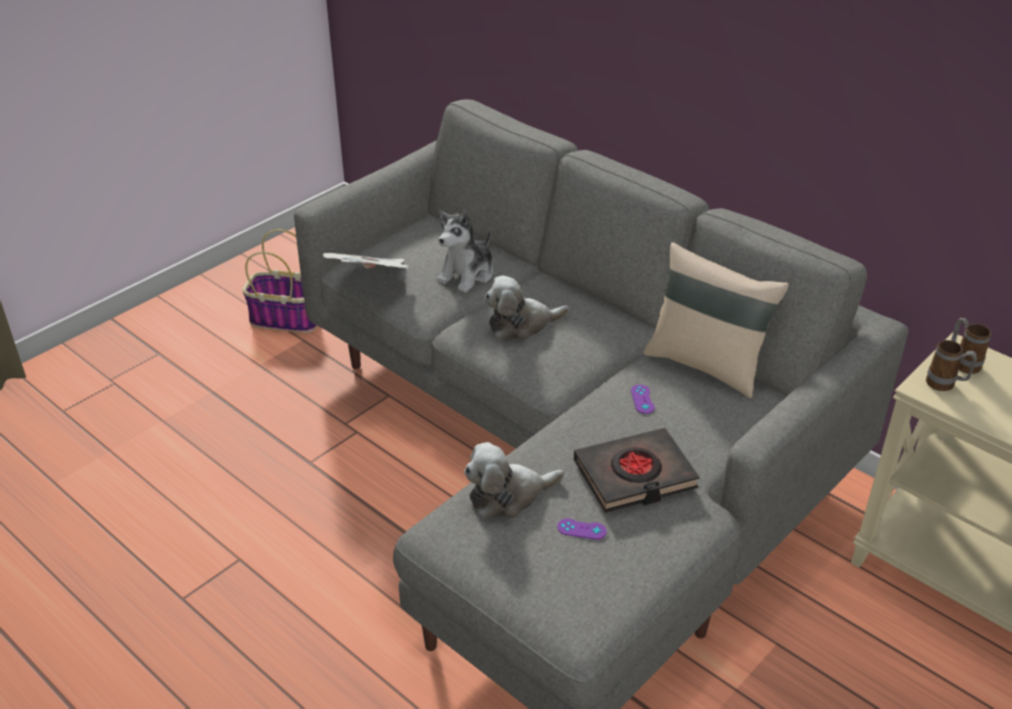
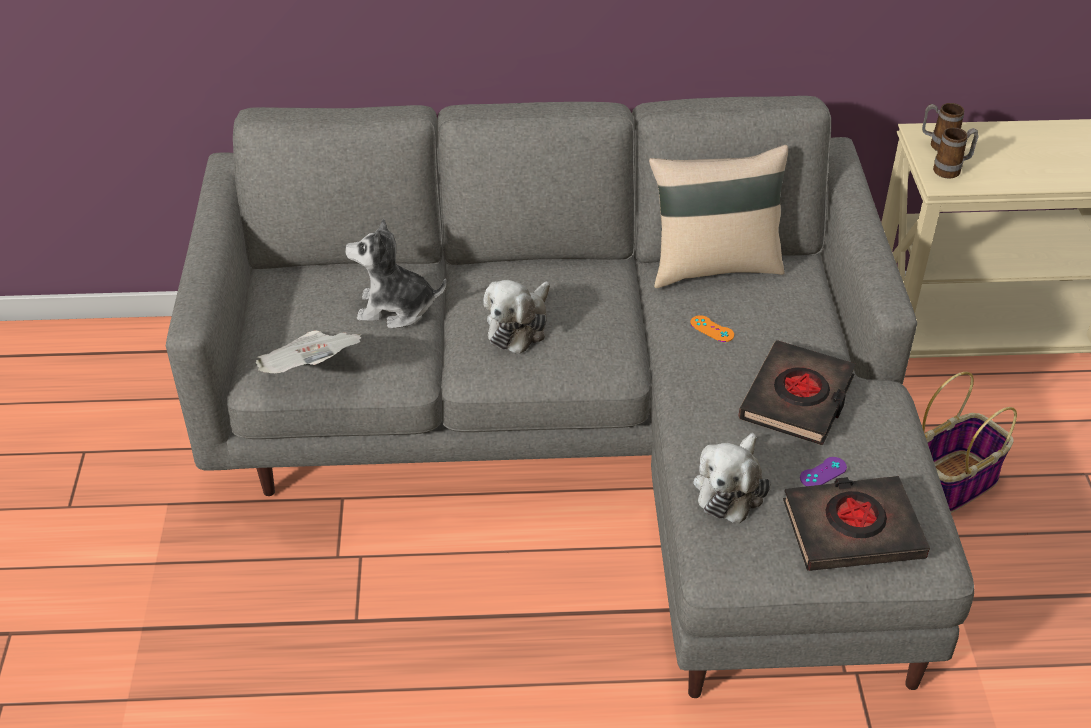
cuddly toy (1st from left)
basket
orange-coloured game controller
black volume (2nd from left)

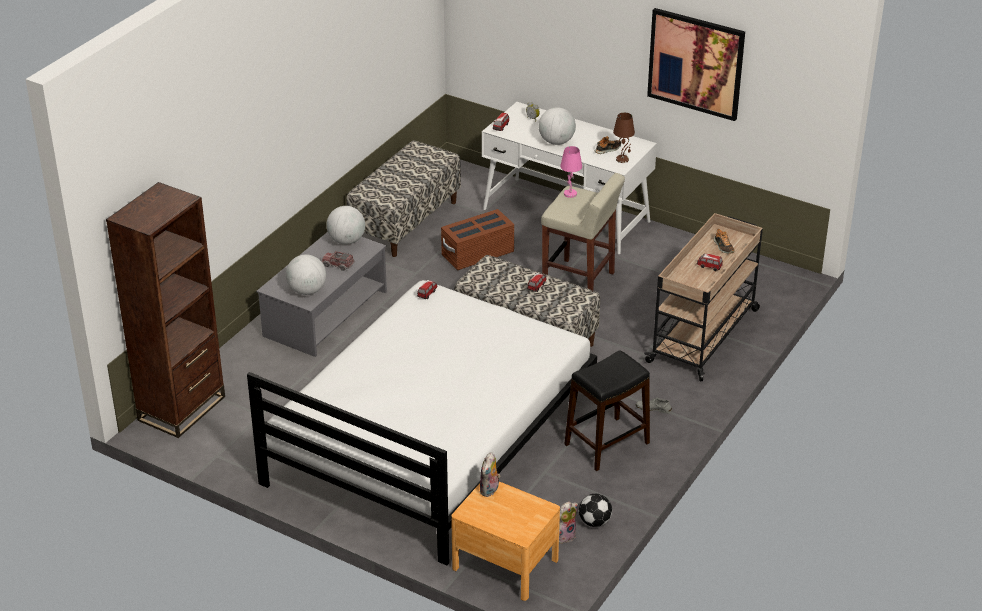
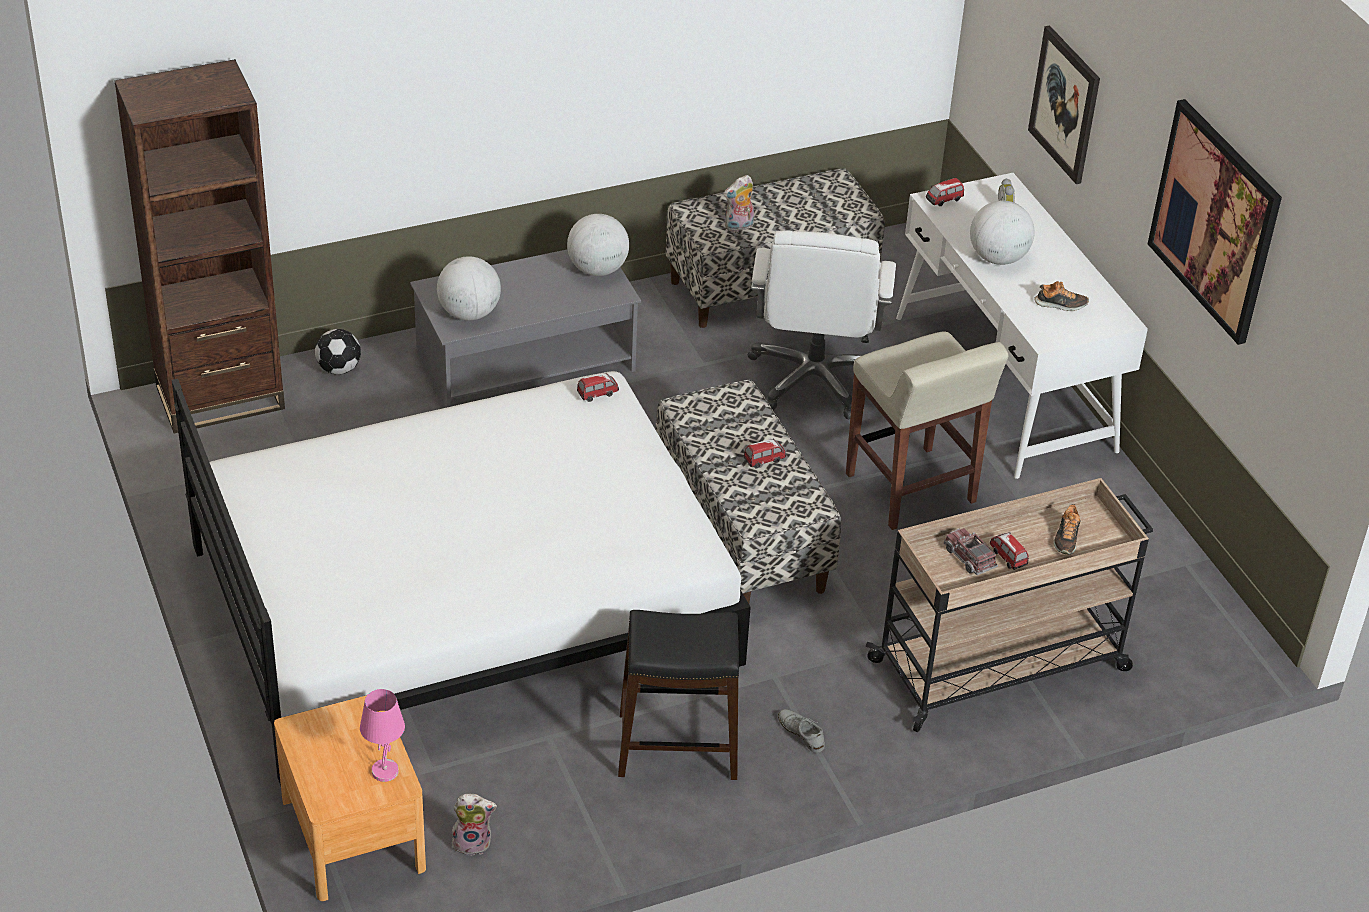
brown tabletop lamp
pink tabletop lamp
white-coloured desk chair
model truck
cuddly toy (2nd from left)
ball for football
wall picture (1st from left)

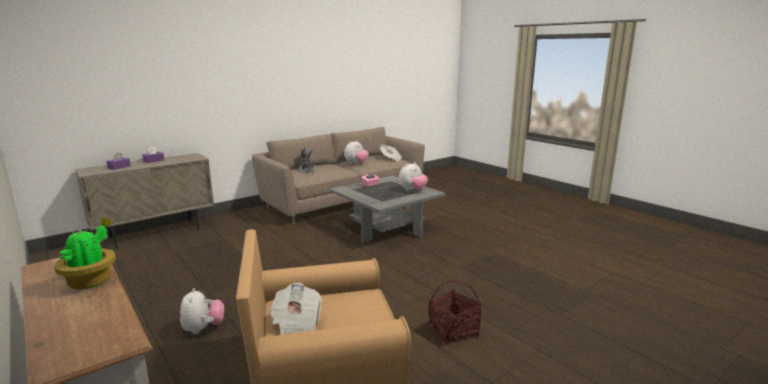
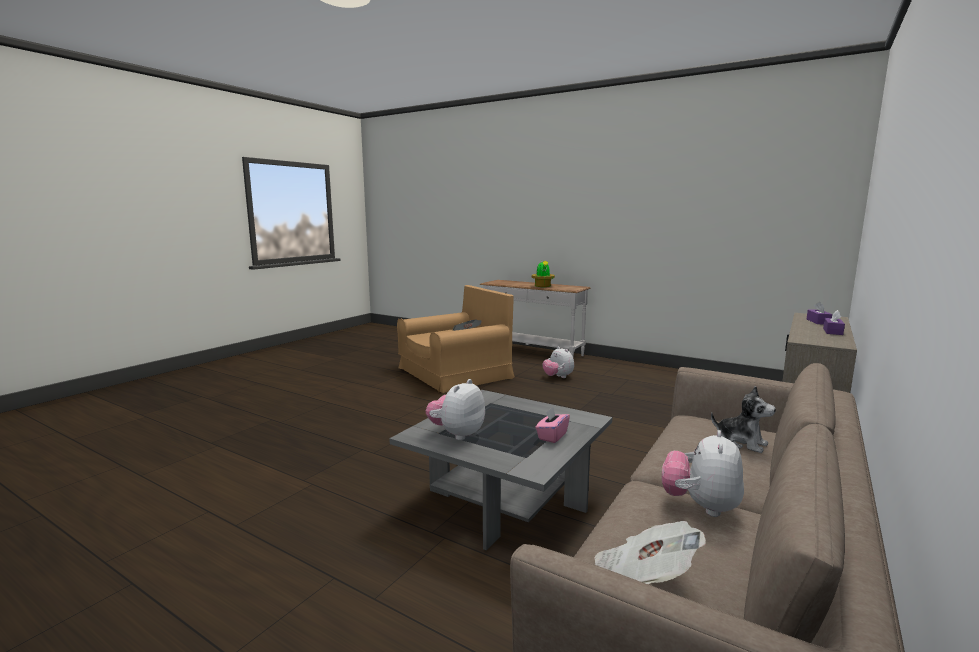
basket

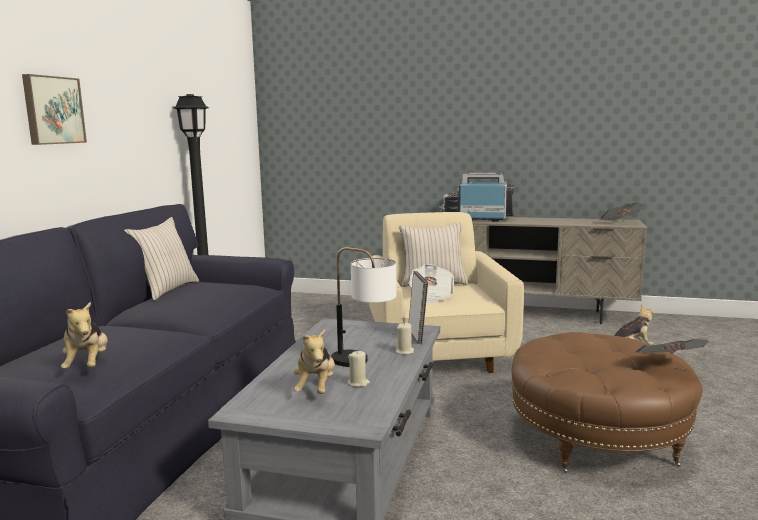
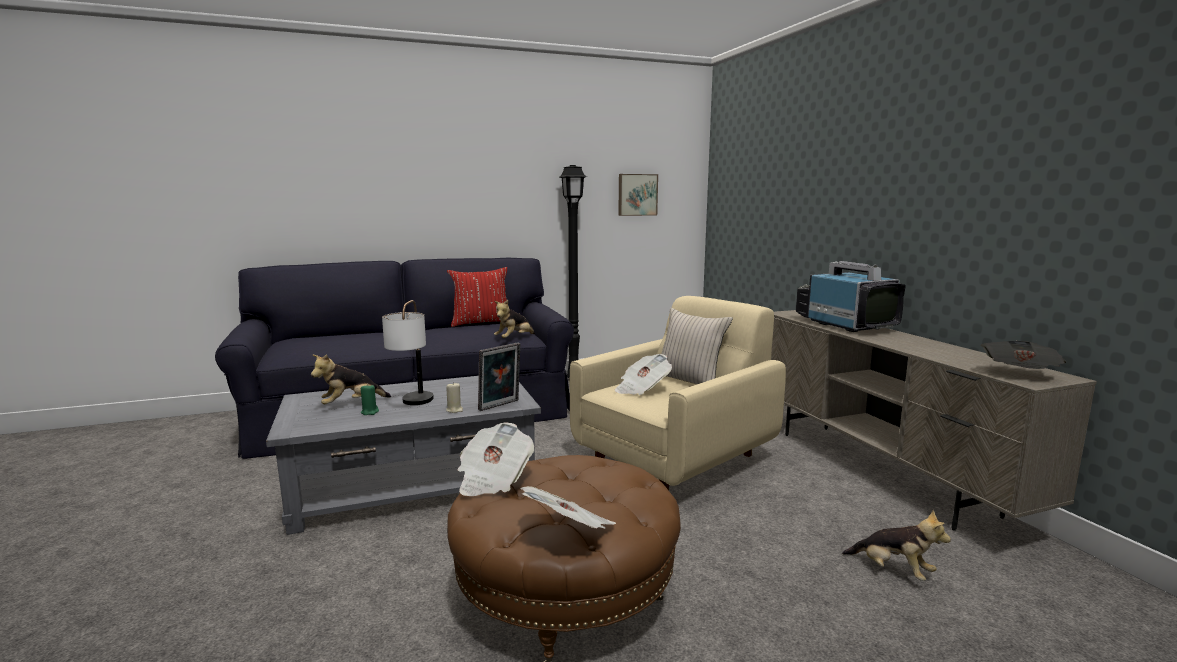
wall picture
red-coloured pillow
cuddly toy (2nd from left)
green-coloured wax candle
printed paper (1st from left)

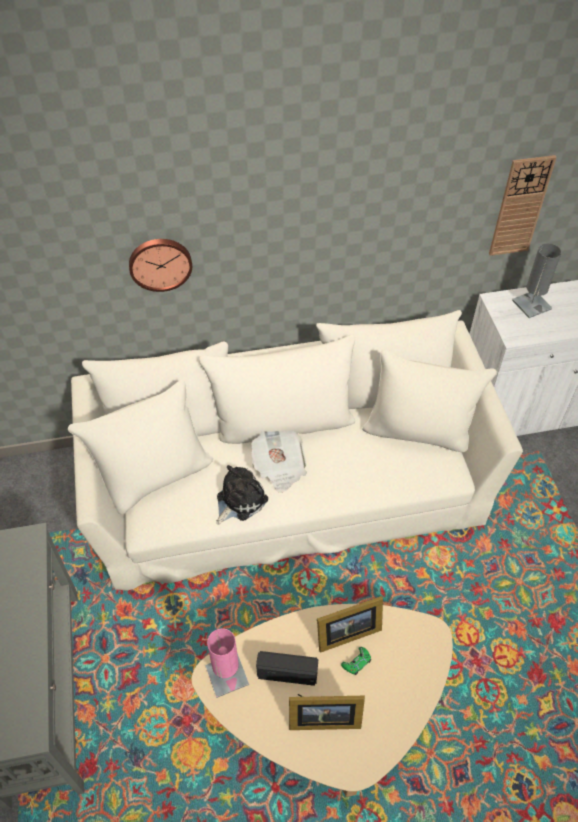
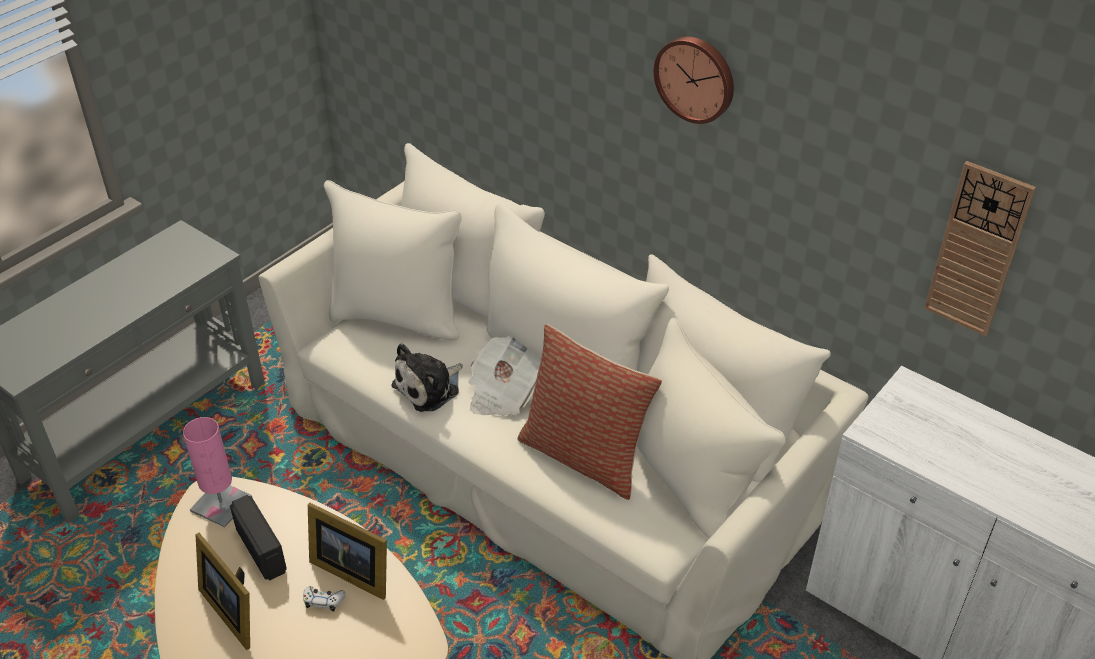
clock on the wall (1st from left)
grey tabletop lamp
cuddly toy
white-coloured game controller
pillow

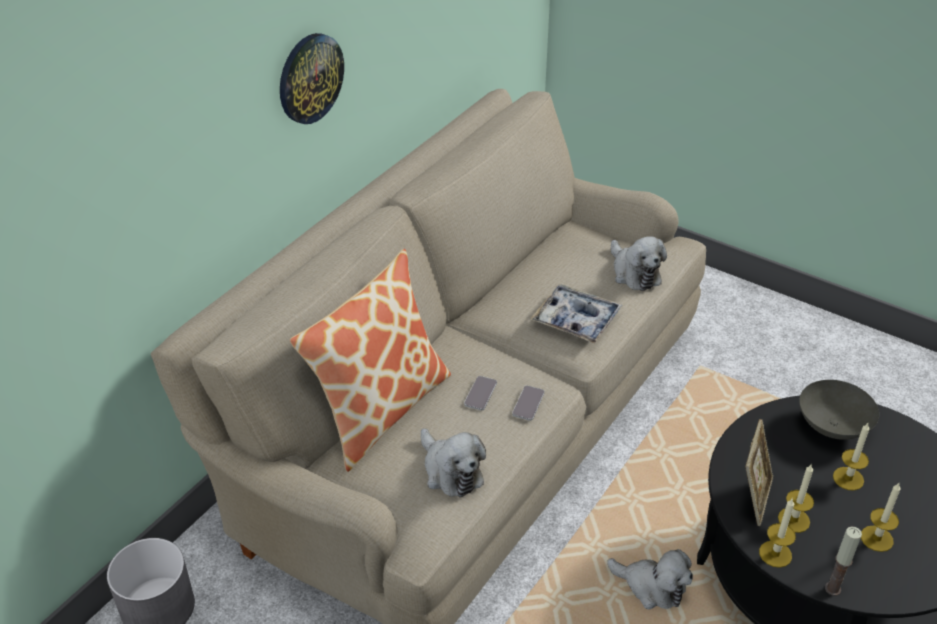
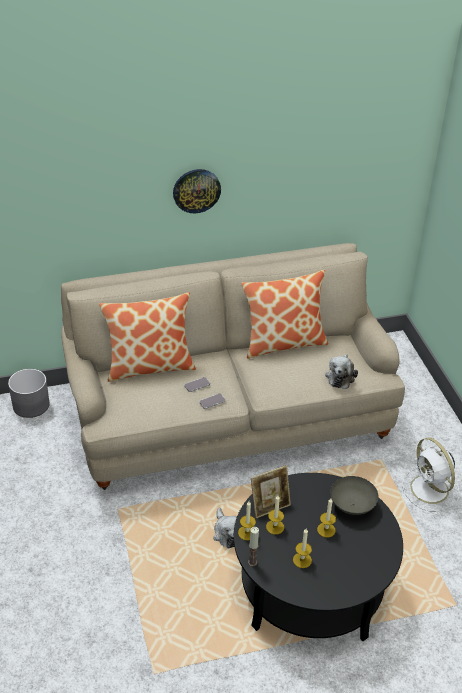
tray
cuddly toy (1st from left in the first image)
pillow (2nd from left)
white-coloured cooling fan

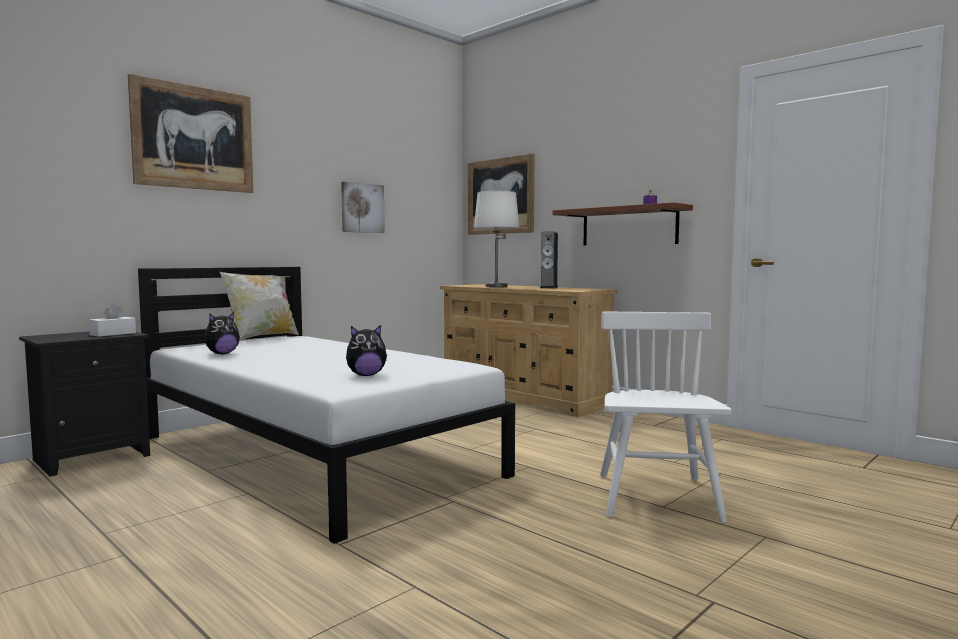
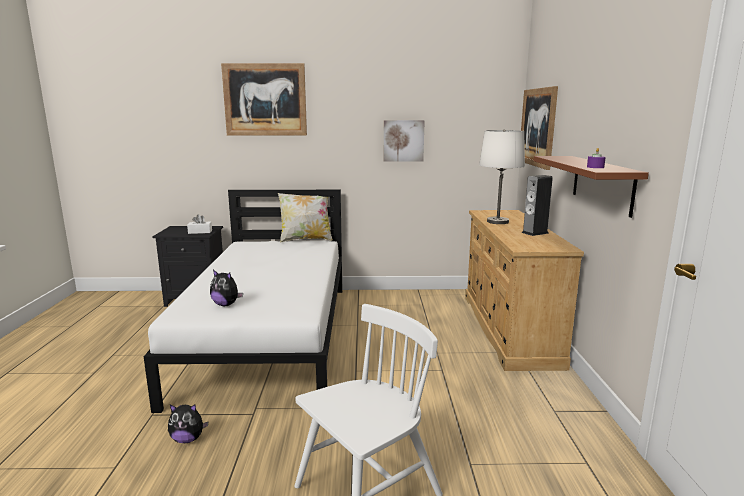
cuddly toy (1st from left)

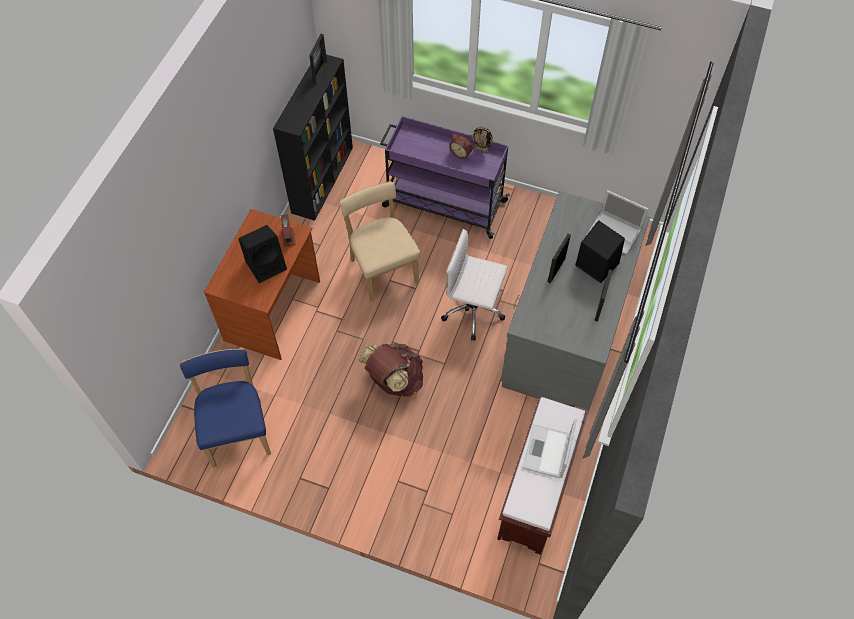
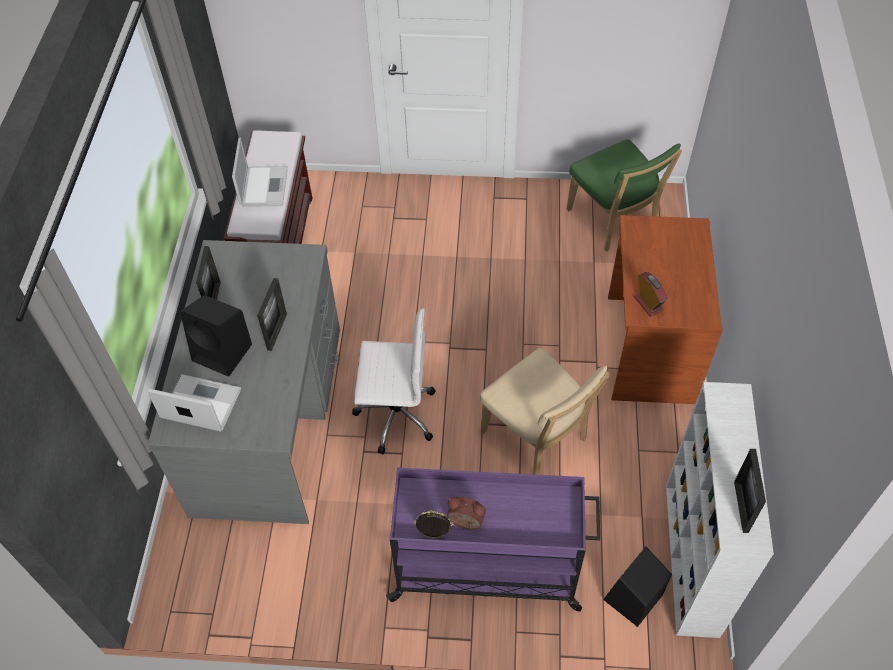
white-coloured bookcase
black audio speaker (2nd from left)
brown backpack
green-coloured plain chair

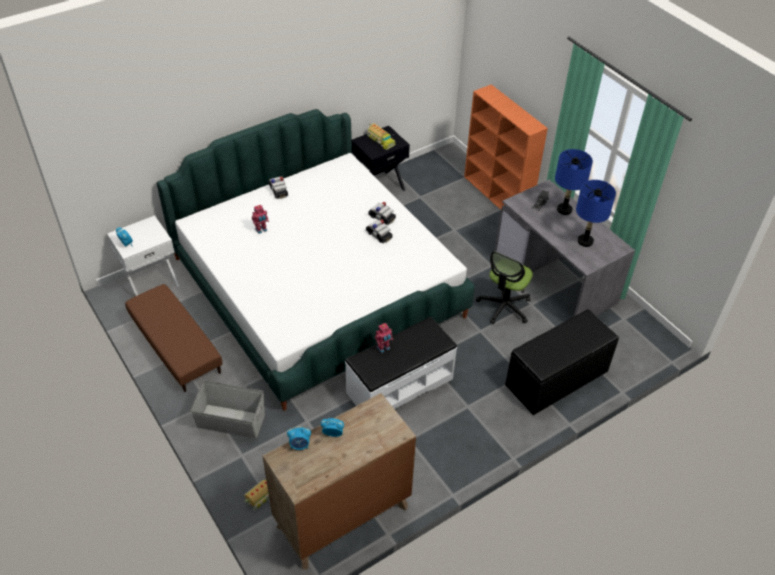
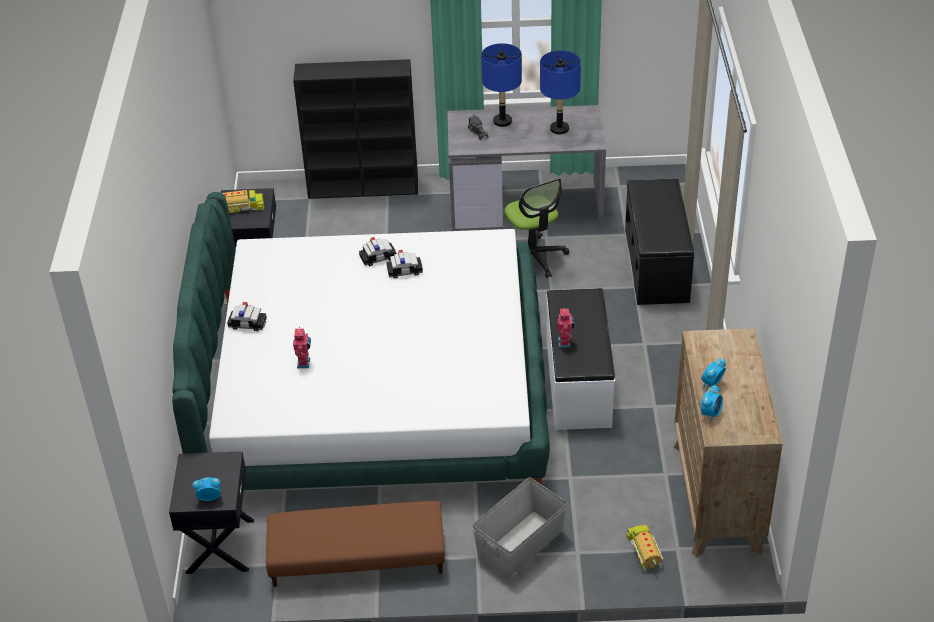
black bookcase
black nightstand (1st from left)

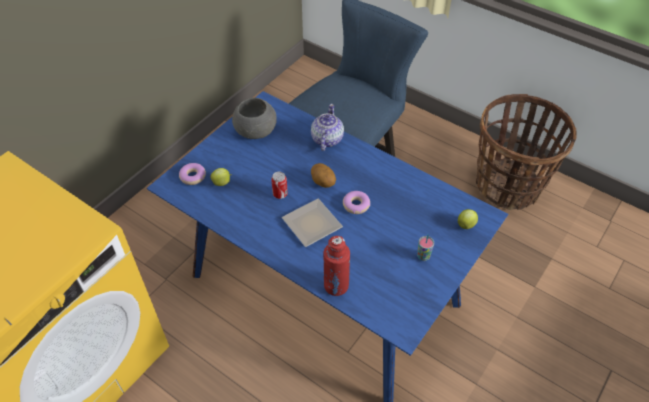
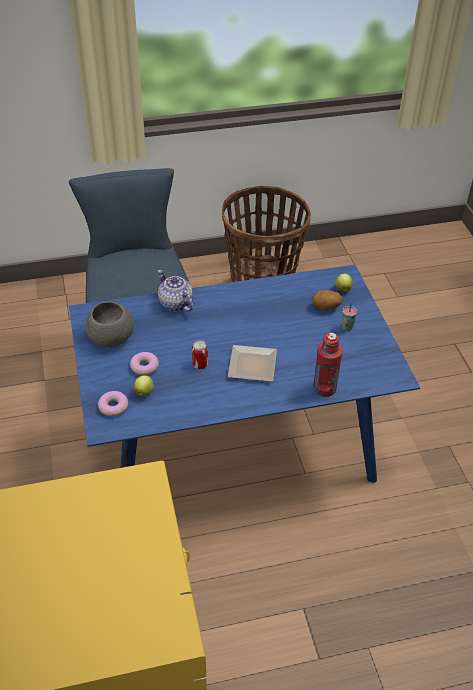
spud
doughnut (2nd from left)

